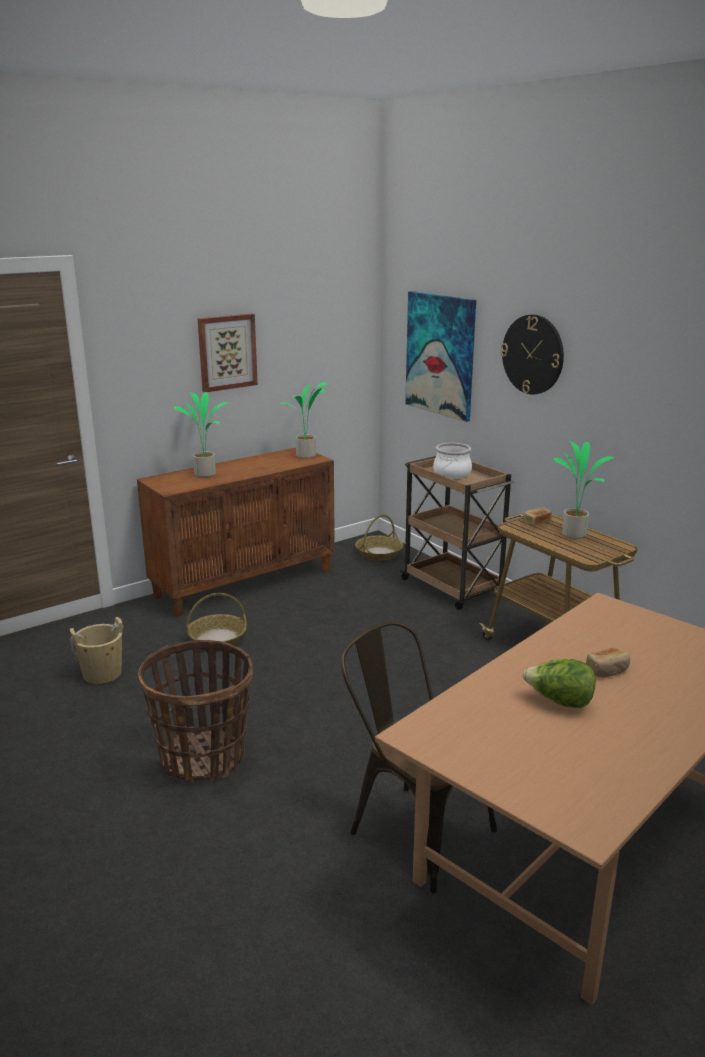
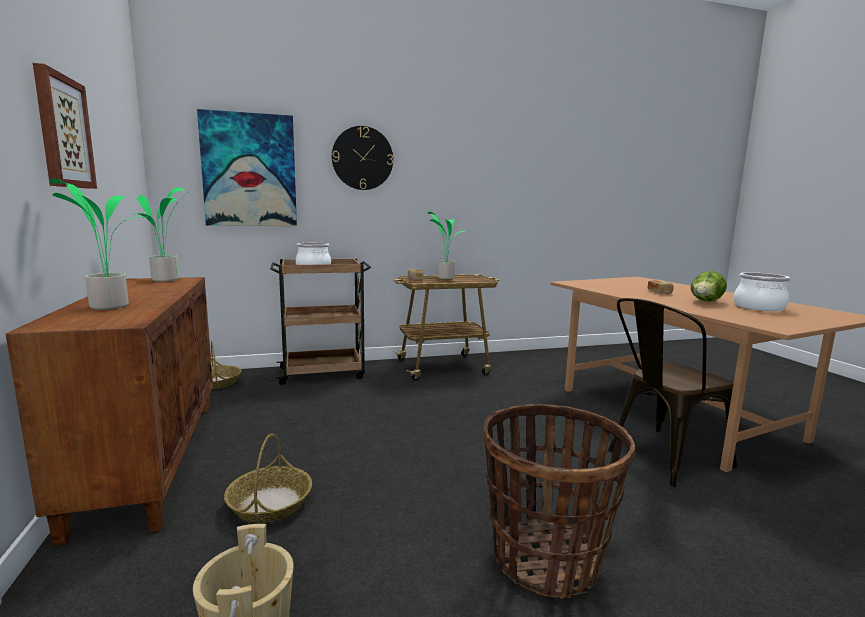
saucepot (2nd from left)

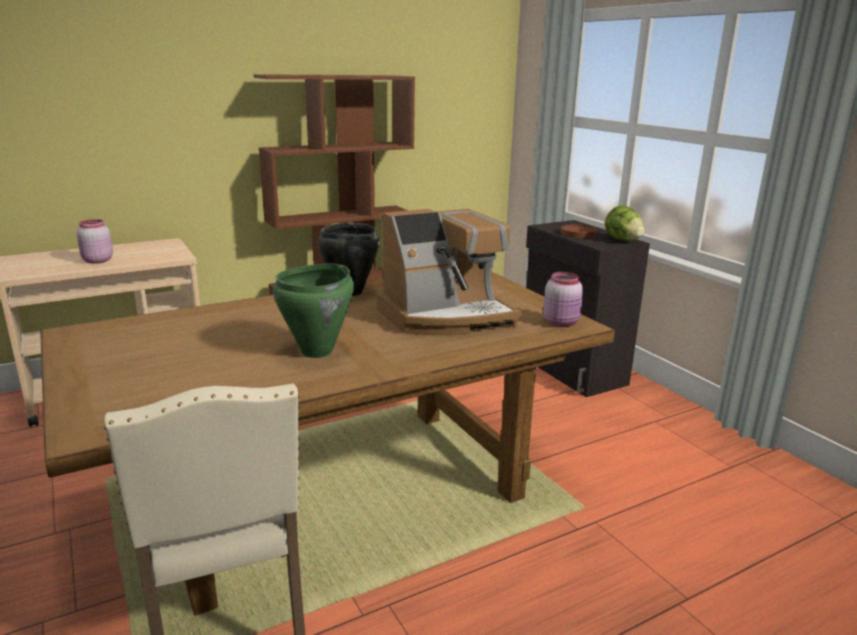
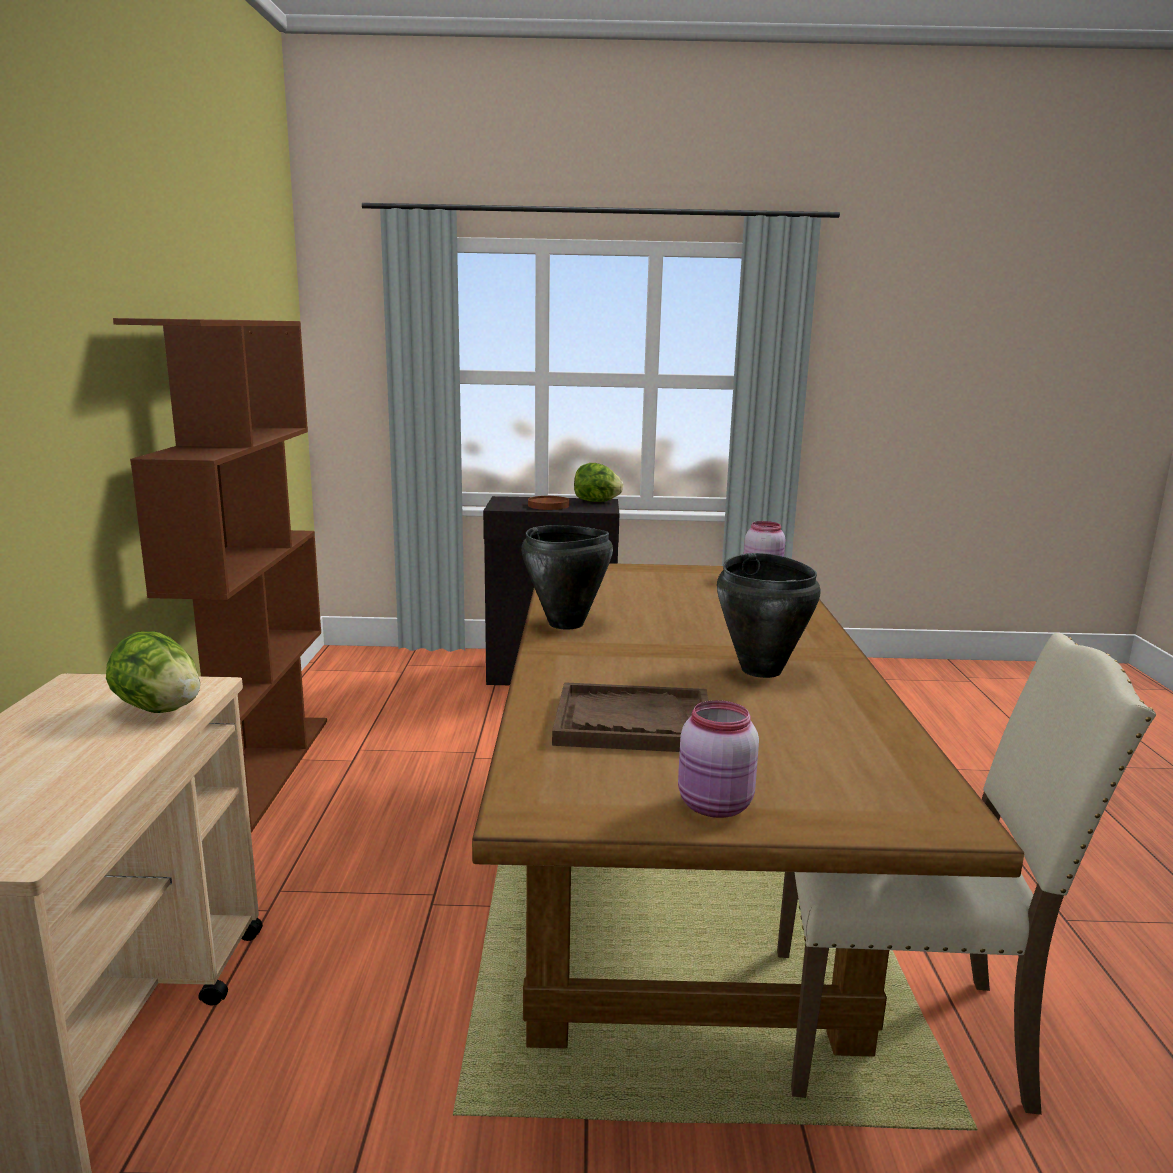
coffee maker
pink storage jar (1st from left)
black saucepot (2nd from left)
lettuce head (1st from left)
brown tray

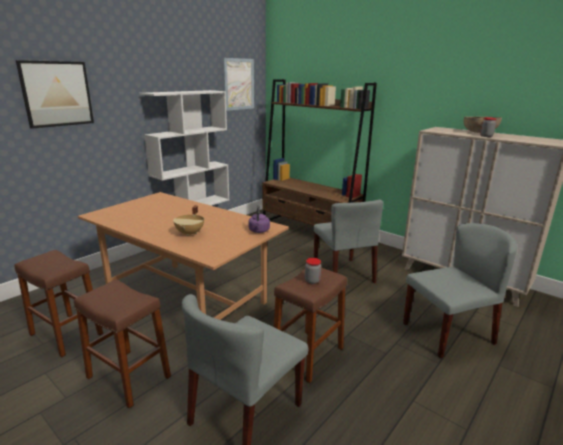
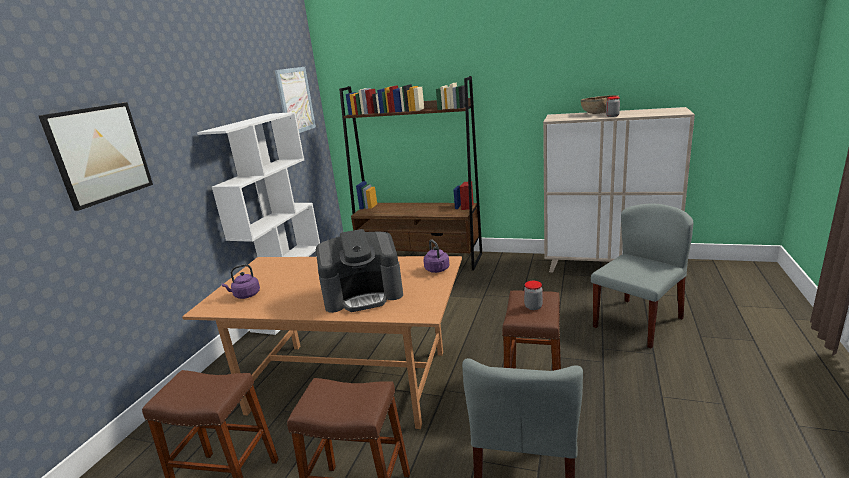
grey plain chair (2nd from left in the first image)
coffee maker
purplish tea kettle (1st from left)

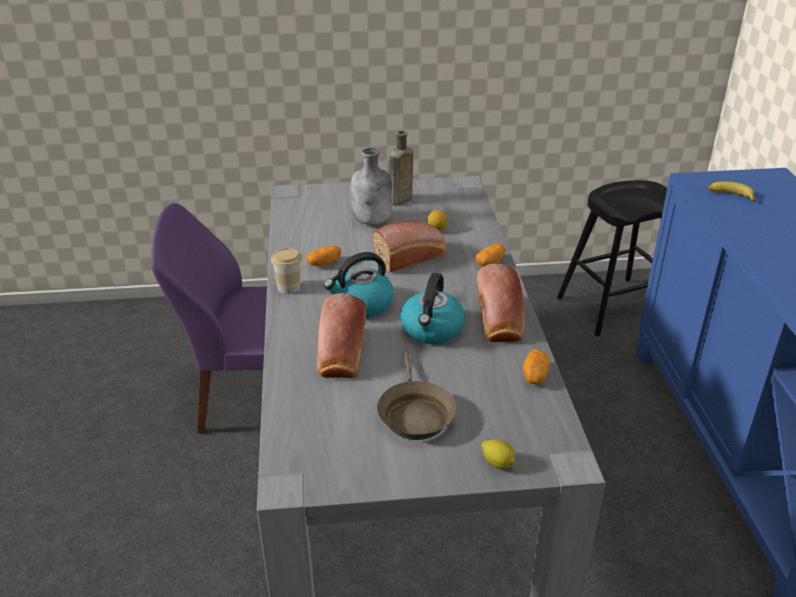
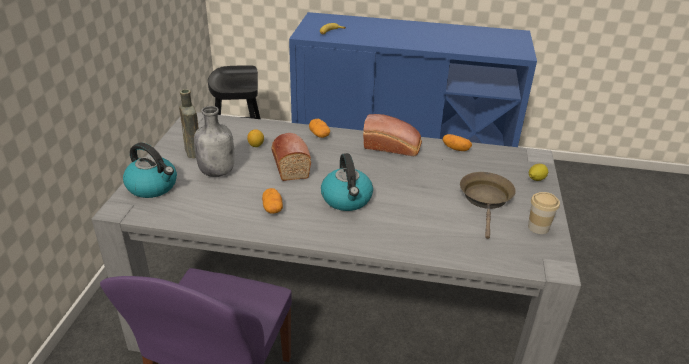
cup
tea kettle (1st from left)
baked bread (1st from left in the first image)
brown pan

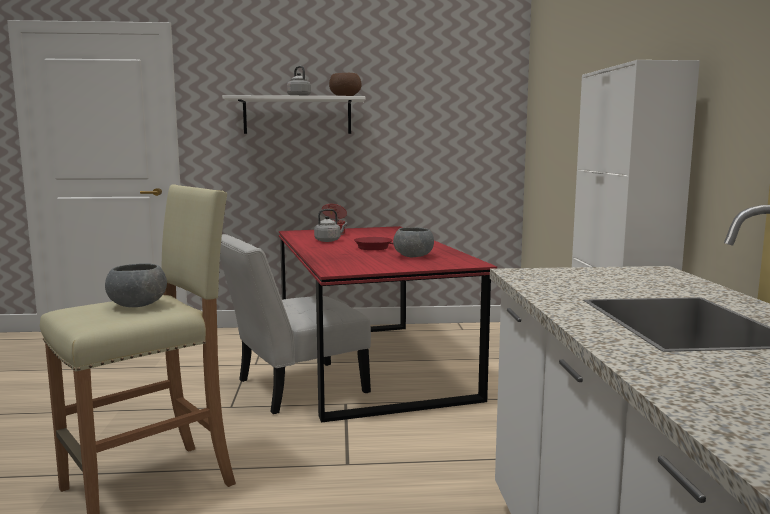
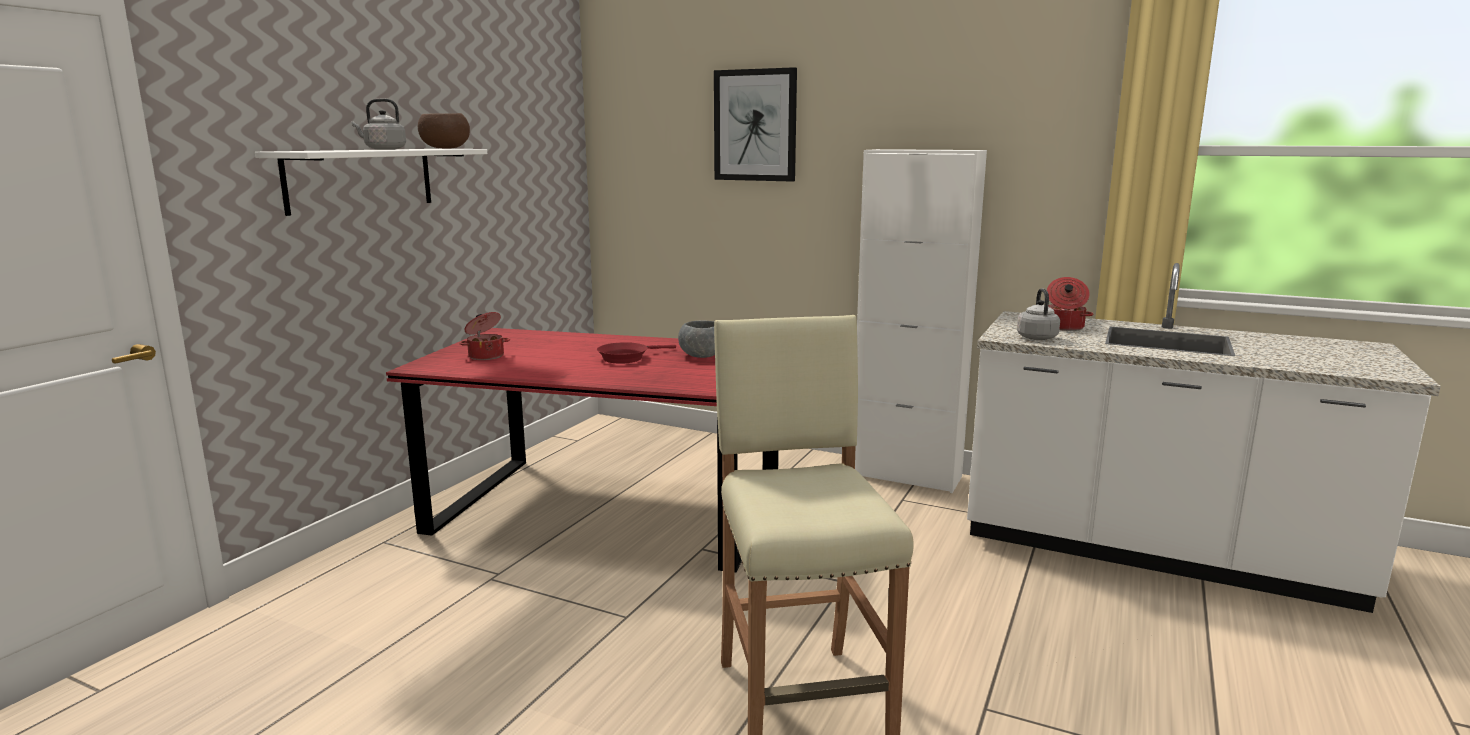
grey tea kettle (2nd from left)
white-coloured plain chair
grey serving bowl (1st from left in the first image)
wall picture
saucepot (2nd from left)

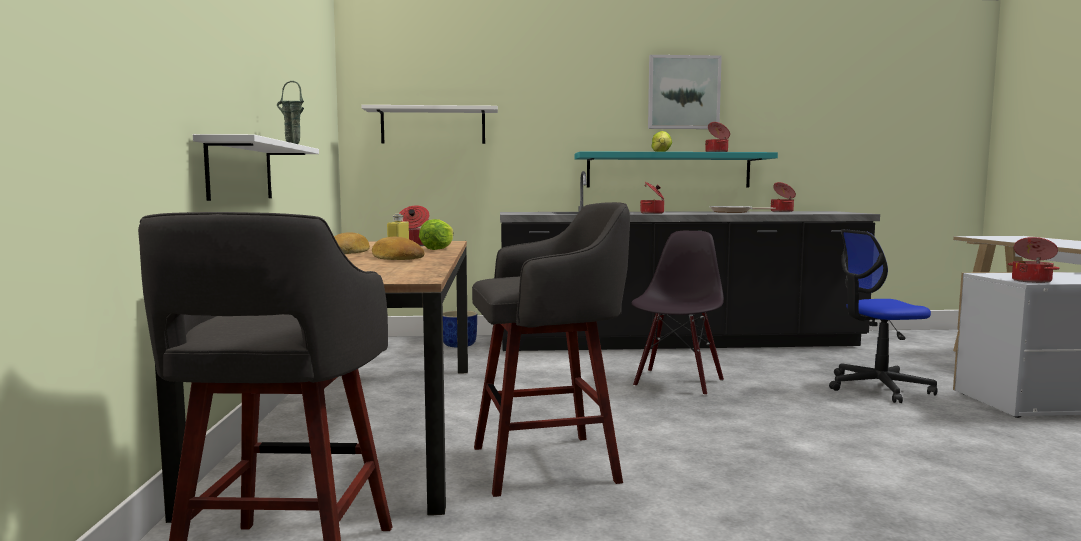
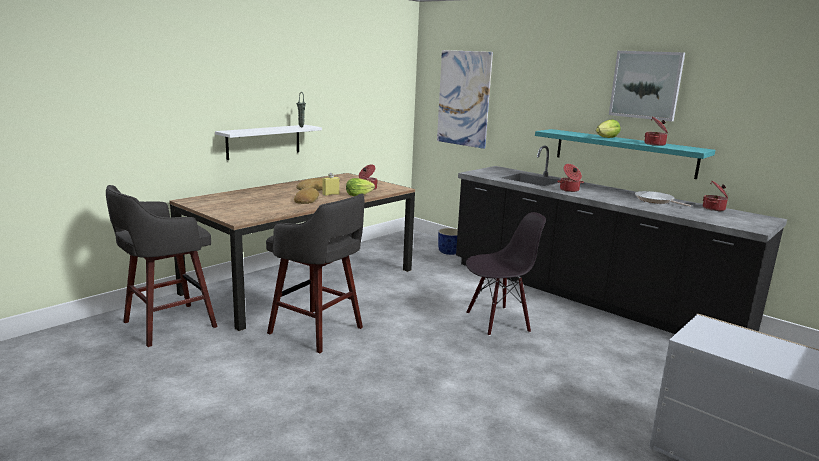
wall picture (1st from left)
desk chair
saucepot (5th from left in the first image)

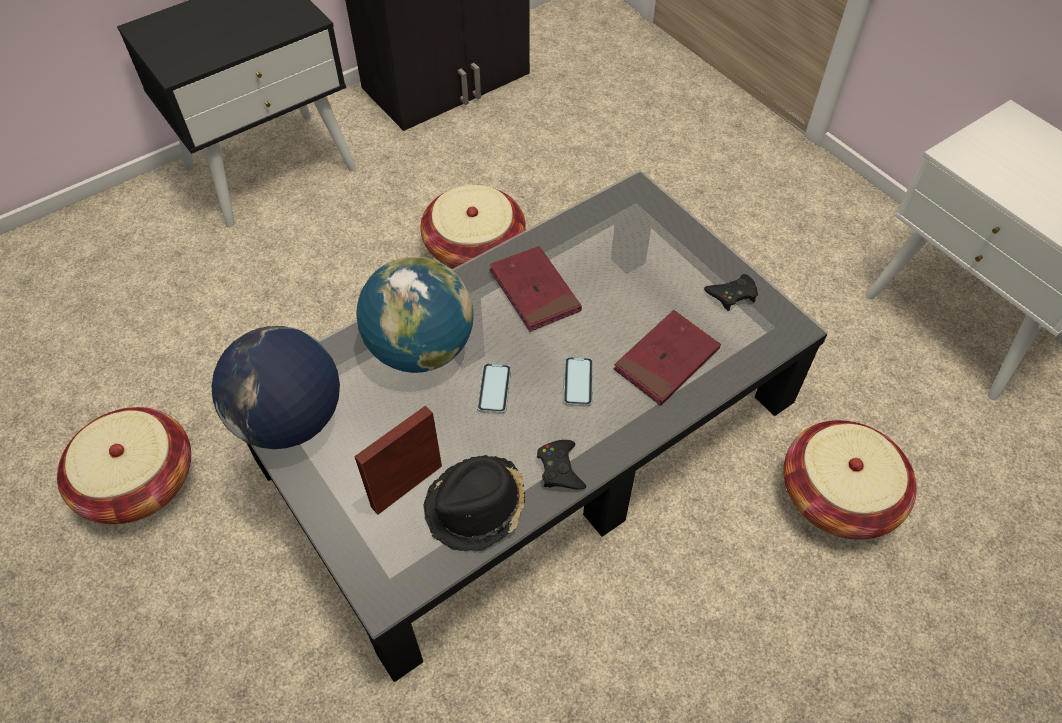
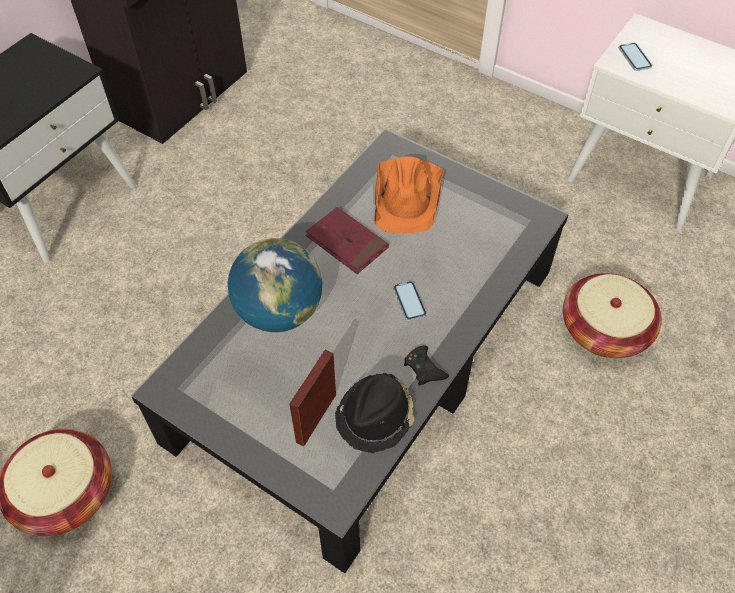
basket (2nd from left in the first image)
black game controller (2nd from left in the first image)
red-coloured volume (2nd from left in the first image)
globe (1st from left in the first image)
phone (2nd from left)
orange-coloured hat

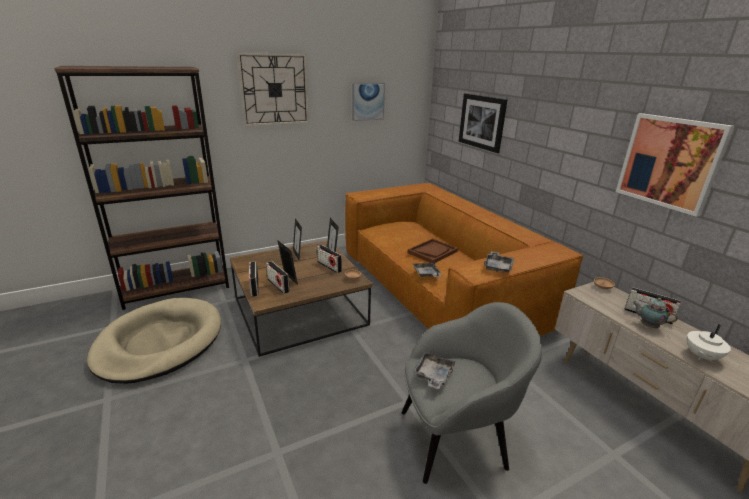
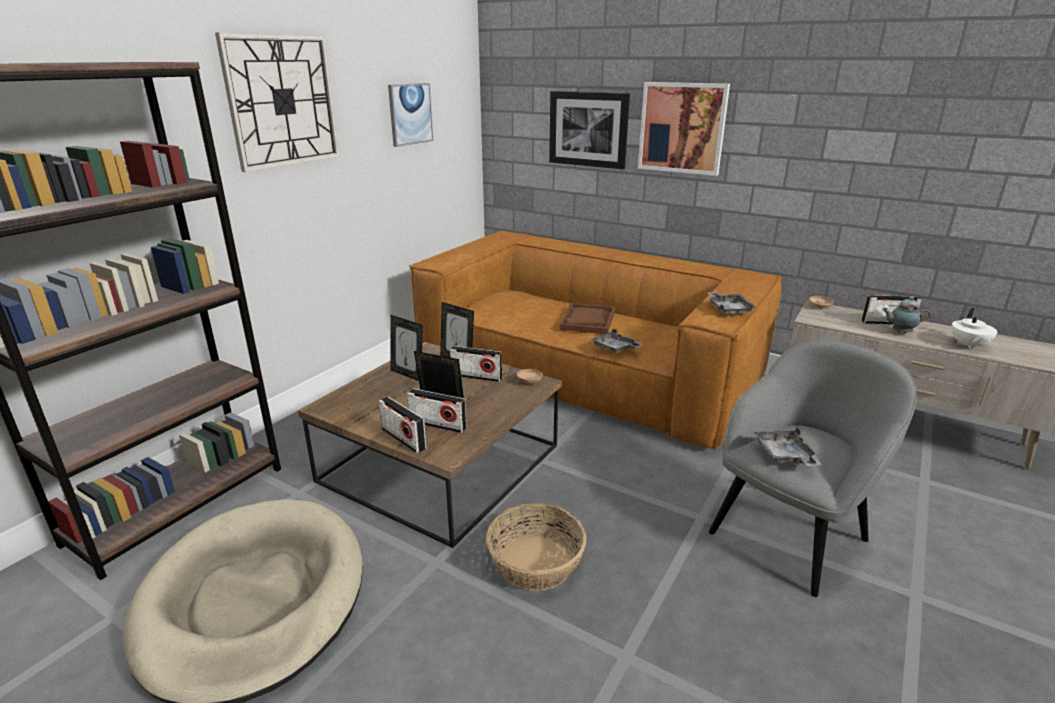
wall picture (3rd from left)
basket

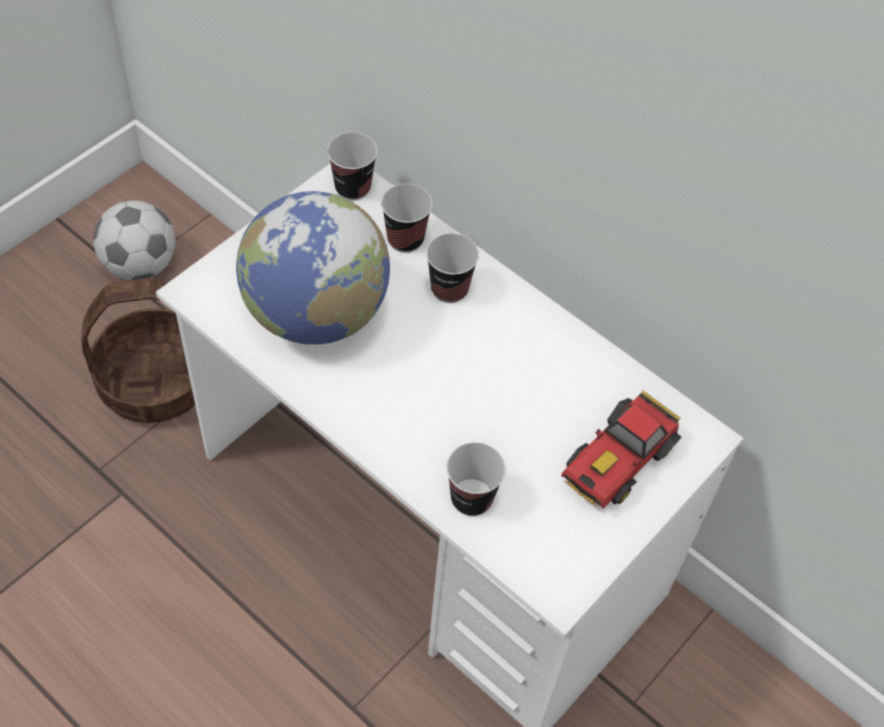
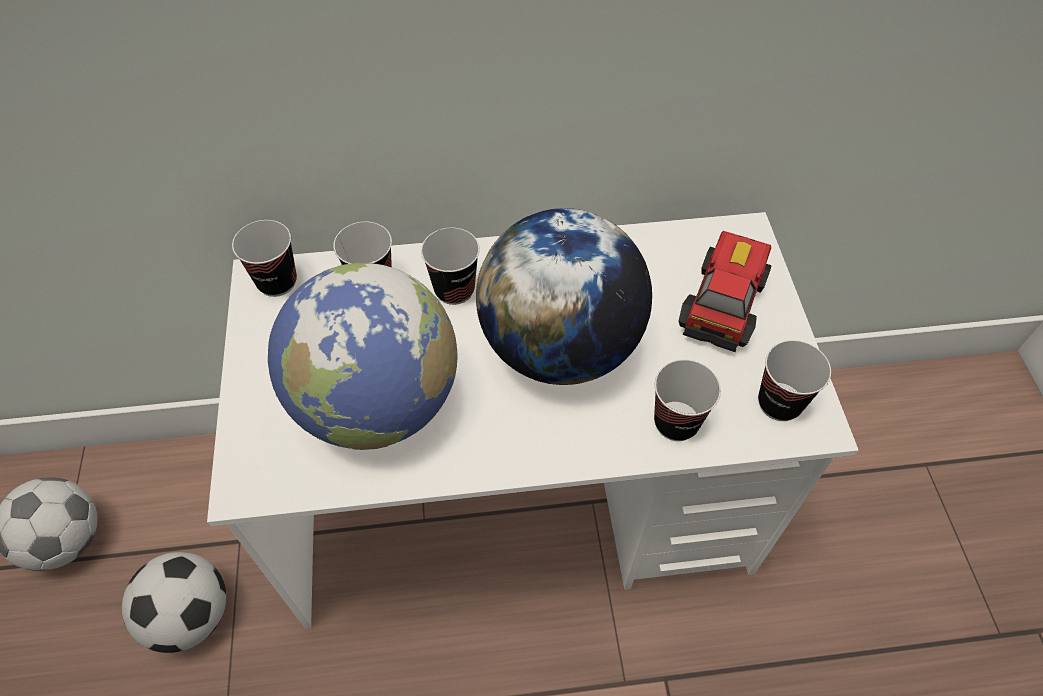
ball for football (2nd from left)
model car
globe (2nd from left)
cup (5th from left)

